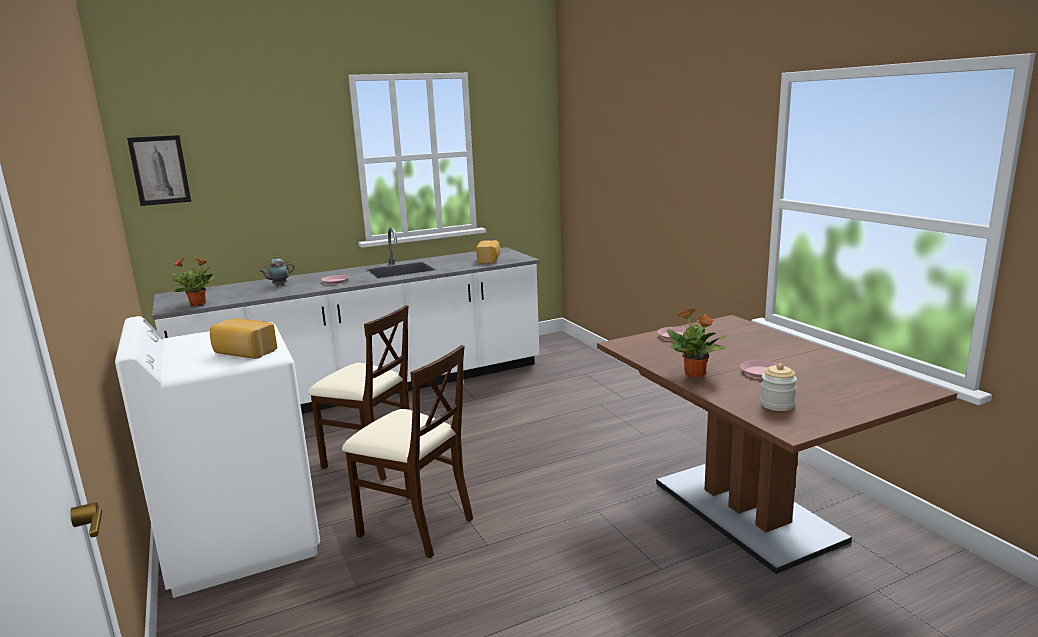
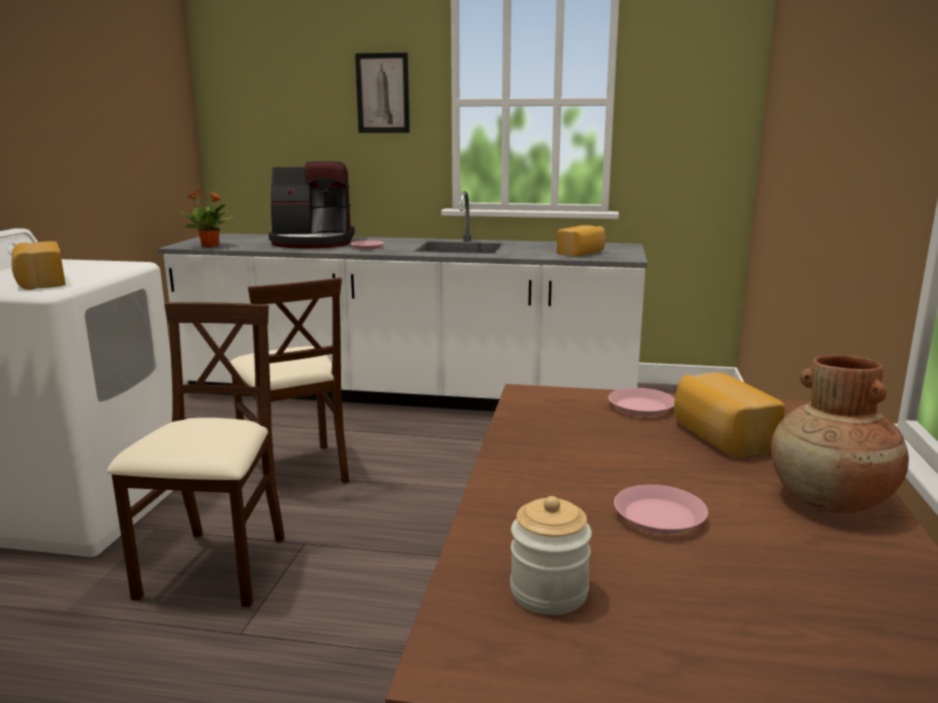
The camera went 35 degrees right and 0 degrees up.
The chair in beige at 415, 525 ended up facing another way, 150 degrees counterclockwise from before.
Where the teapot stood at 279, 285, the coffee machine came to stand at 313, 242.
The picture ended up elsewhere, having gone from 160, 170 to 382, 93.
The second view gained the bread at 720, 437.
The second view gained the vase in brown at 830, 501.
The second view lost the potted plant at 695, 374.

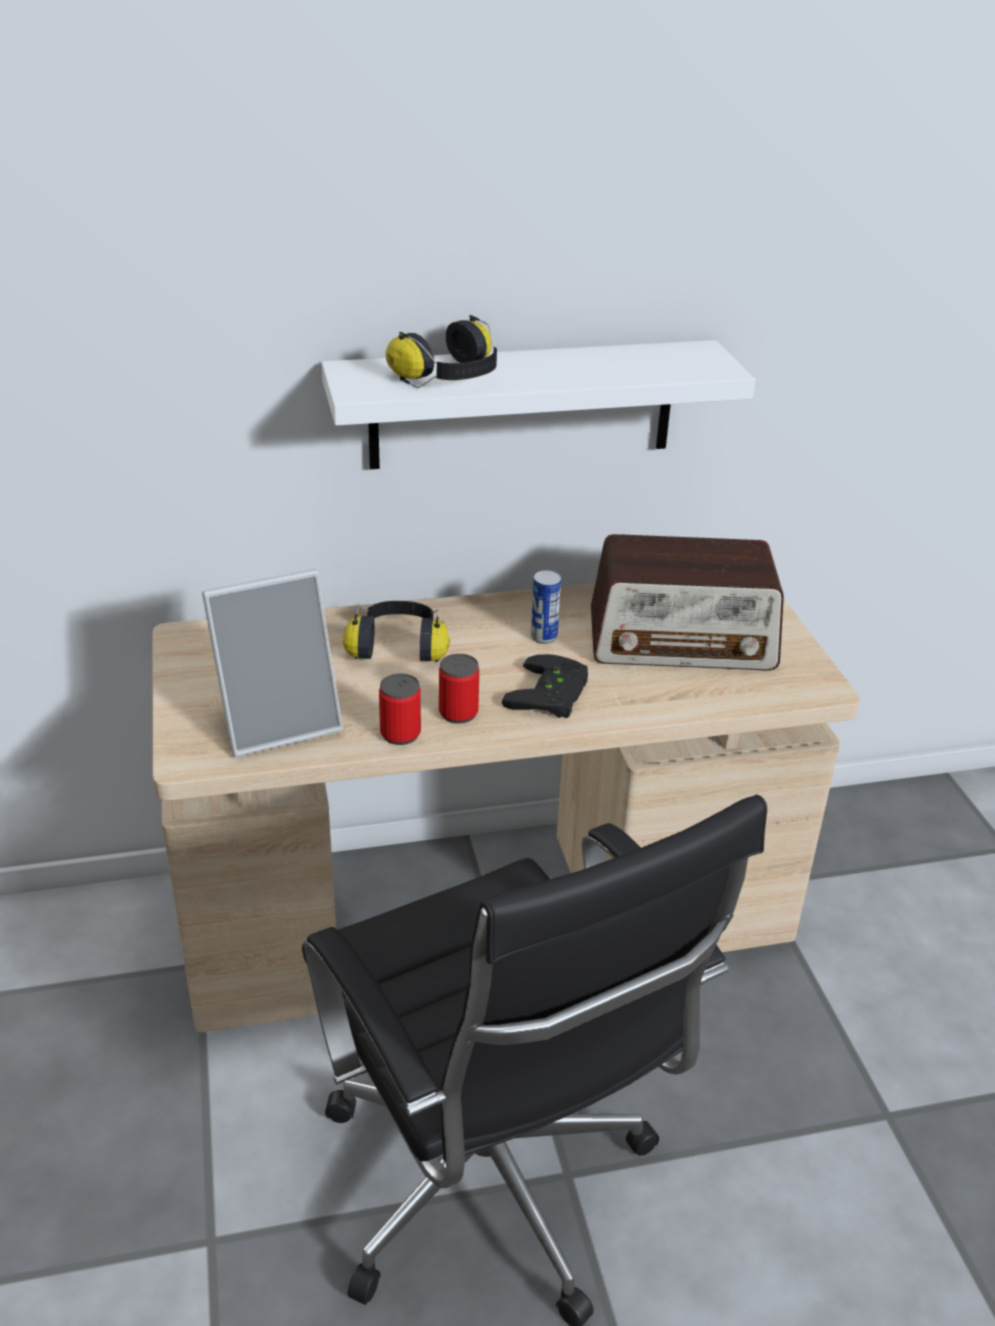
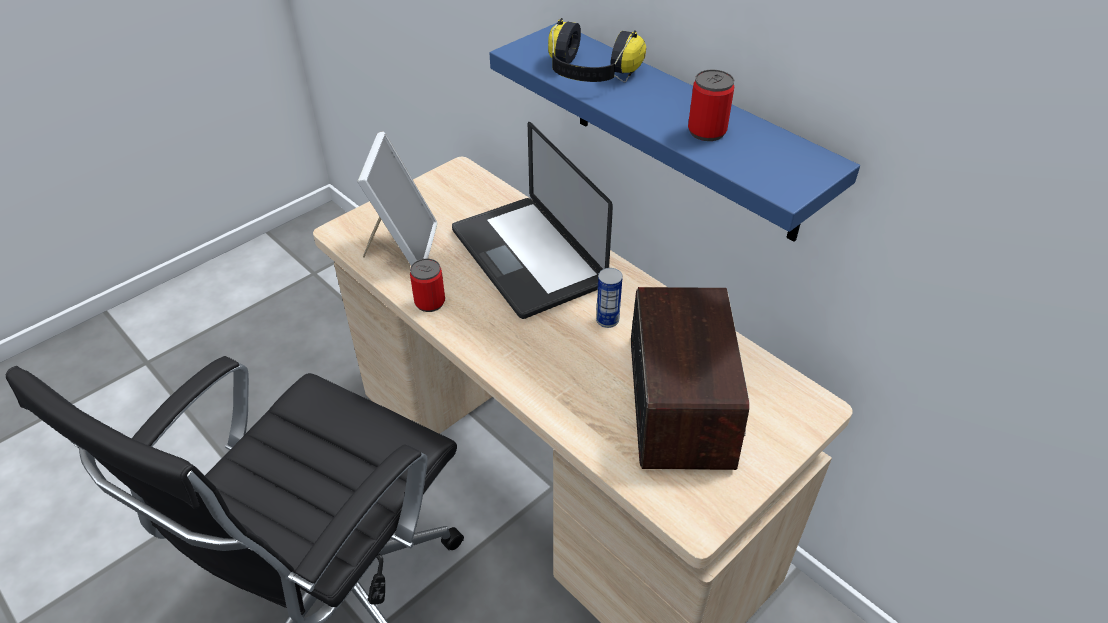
The camera went 60 degrees right and 10 degrees up.
The picture frame at 279, 722 ended up facing another way, 120 degrees counterclockwise from before.
Where the headphones stood at 398, 647, the laptop came to stand at 527, 258.
What was the shelf in white at 522, 404 turned into the shelf in blue at 685, 132.
The radio at 682, 641 ended up facing another way, 150 degrees counterclockwise from before.
The can ended up elsewhere, having gone from 458, 713 to 707, 131.
The second view lost the game controller in black at 553, 695.

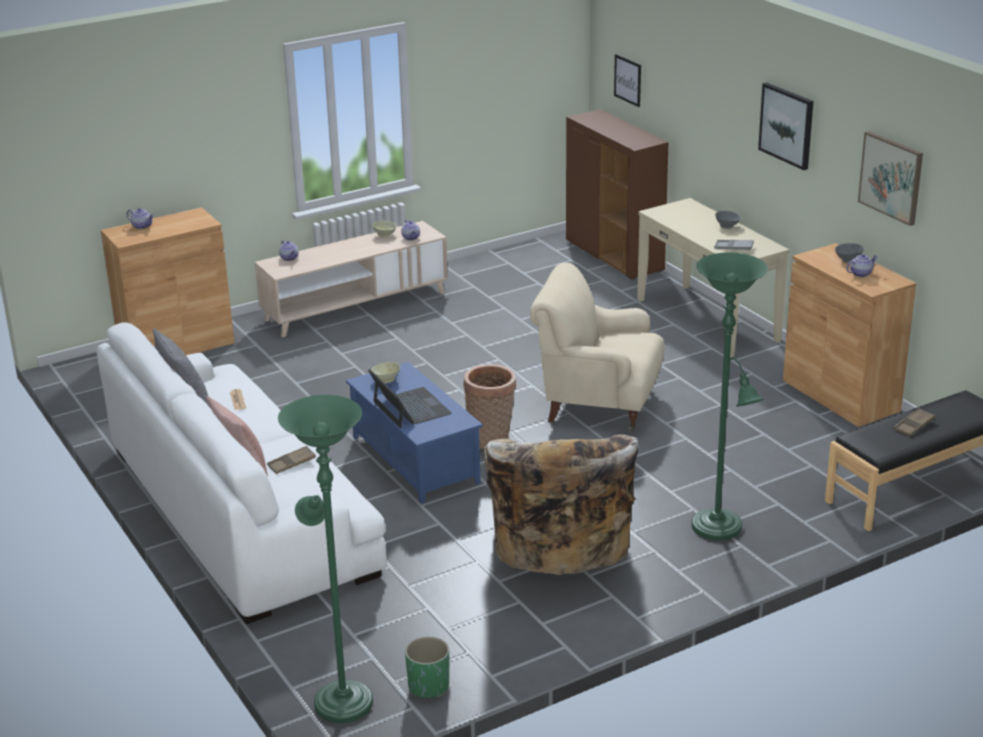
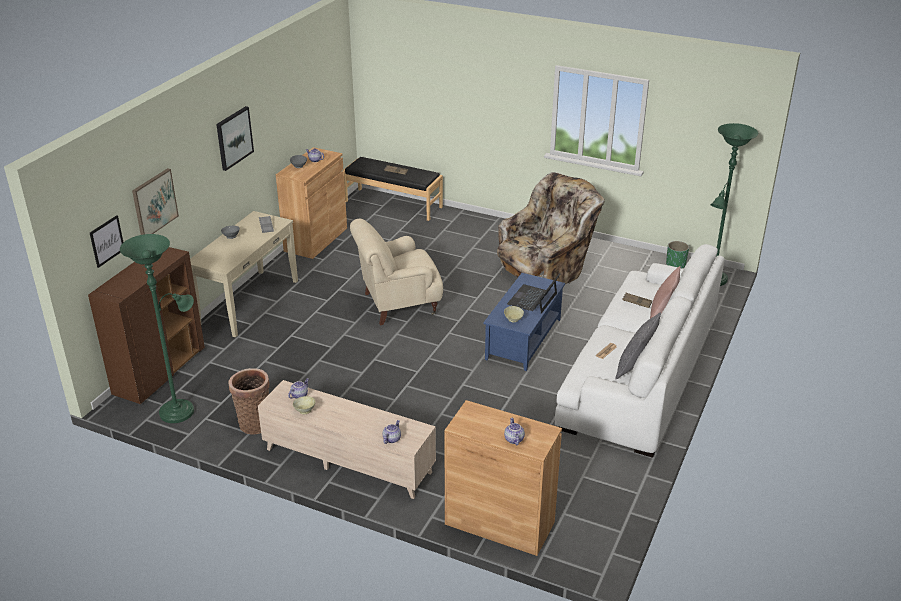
The camera went 125 degrees left and 5 degrees up.
The floor lamp in green ended up elsewhere, having gone from 720, 530 to 180, 409.
The picture ended up elsewhere, having gone from 891, 177 to 154, 203.
The basket ended up elsewhere, having gone from 491, 439 to 254, 423.
The armchair in beige at 598, 404 ended up facing another way, 90 degrees clockwise from before.

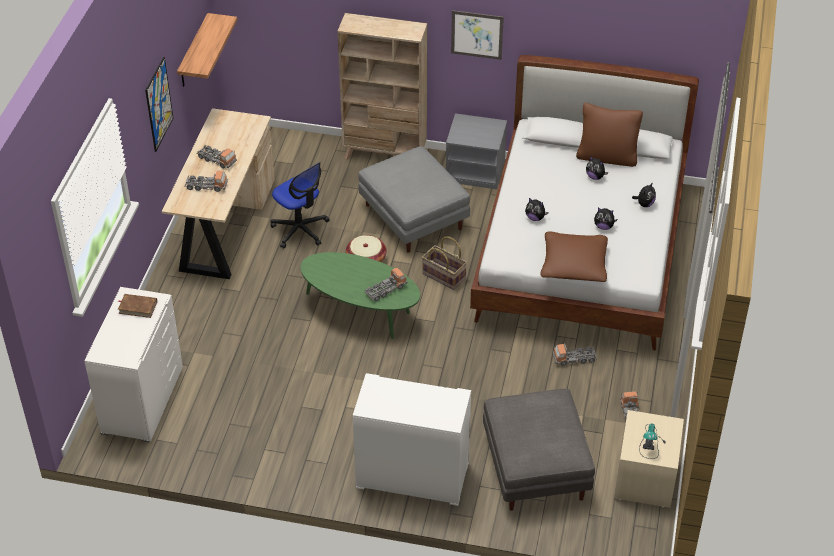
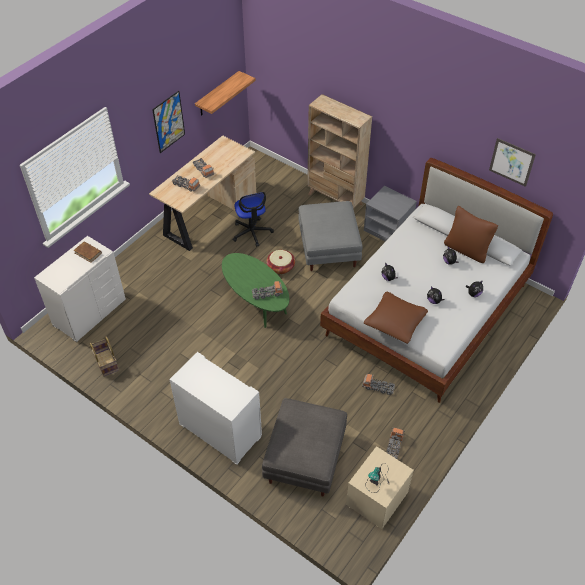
The camera went 25 degrees right and 5 degrees up.
The basket ended up elsewhere, having gone from 443, 276 to 105, 363.
The picture ended up elsewhere, having gone from 477, 34 to 511, 162.

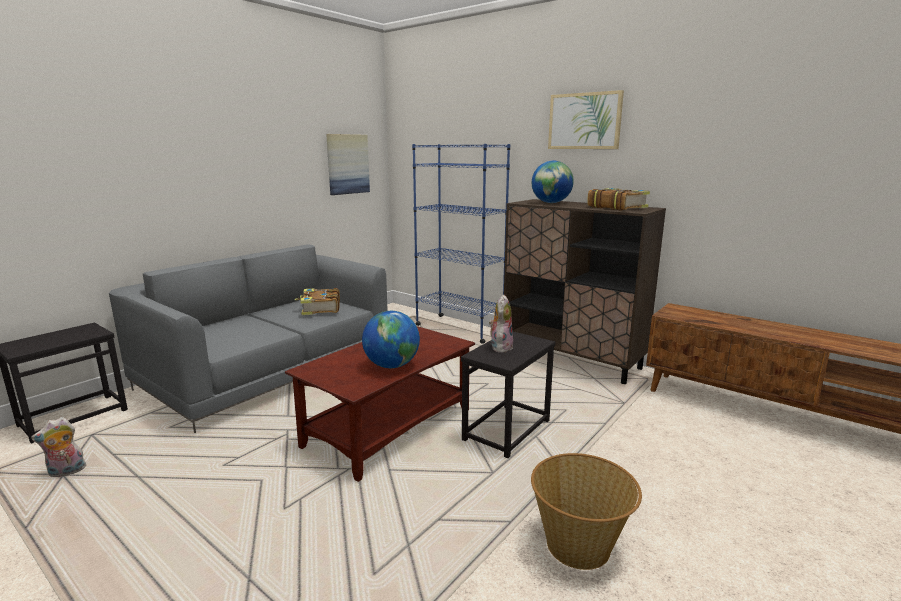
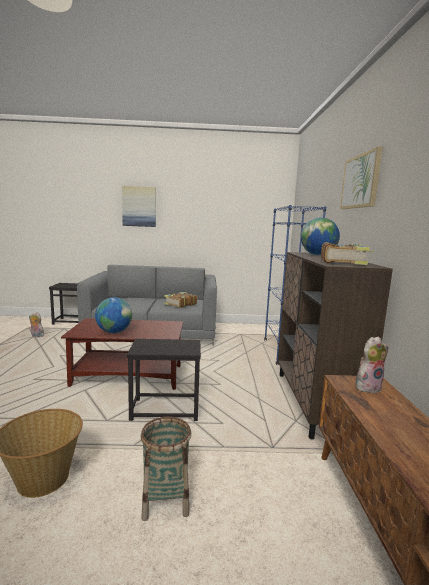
The camera went 50 degrees right and 5 degrees down.
The picture ended up elsewhere, having gone from 347, 164 to 139, 206.
The second view gained the basket at 165, 500.
The plush toy ended up elsewhere, having gone from 500, 347 to 368, 387.

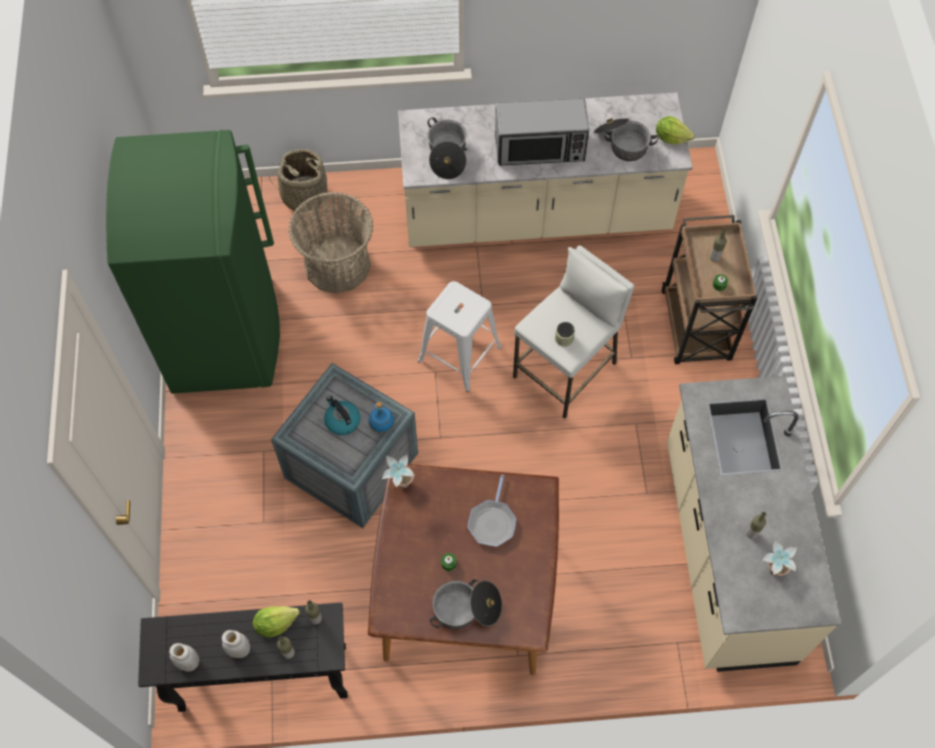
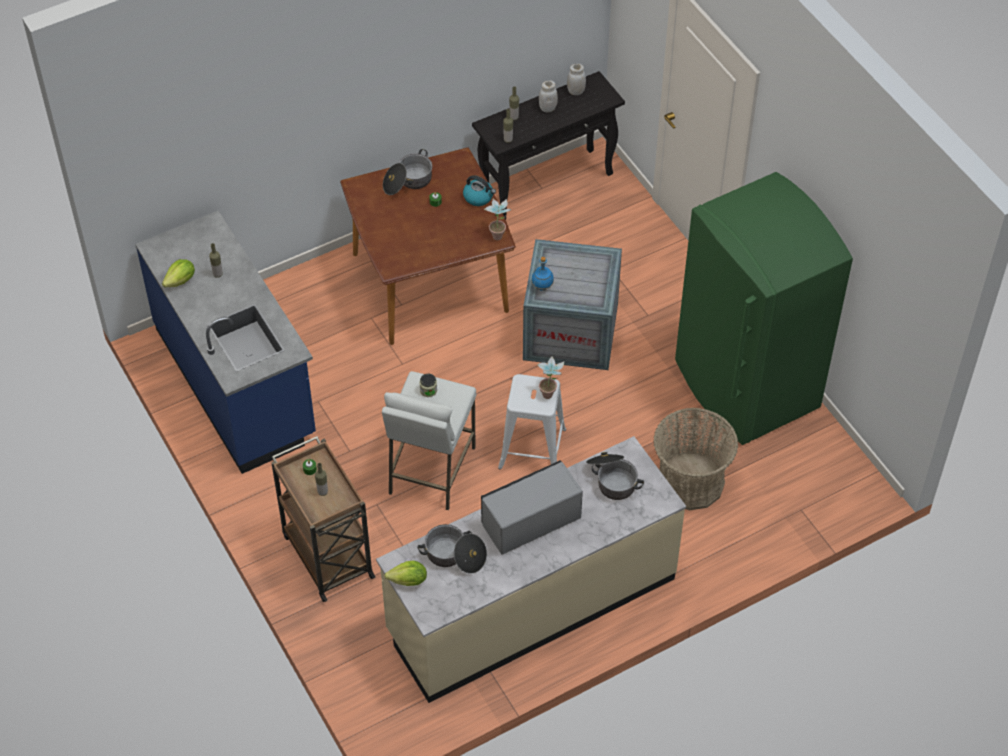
The camera went 155 degrees right and 10 degrees down.
What was the counter in beige at 725, 552 turned into the counter in blue at 236, 382.
The lettuce ended up elsewhere, having gone from 275, 623 to 181, 281.
The kettle ended up elsewhere, having gone from 342, 421 to 479, 197.
The potted plant ended up elsewhere, having gone from 771, 572 to 550, 392.
The second view lost the basket at 304, 195.
The second view lost the frying pan at 492, 522.

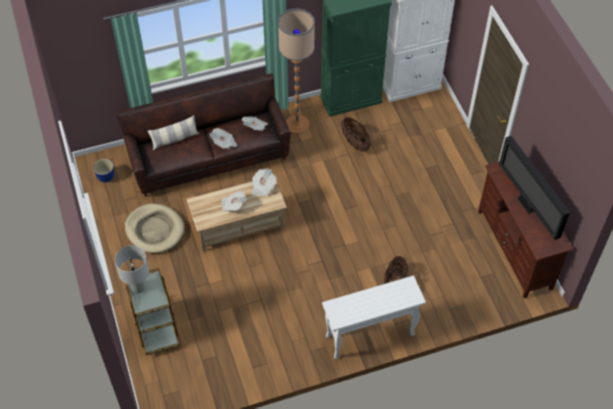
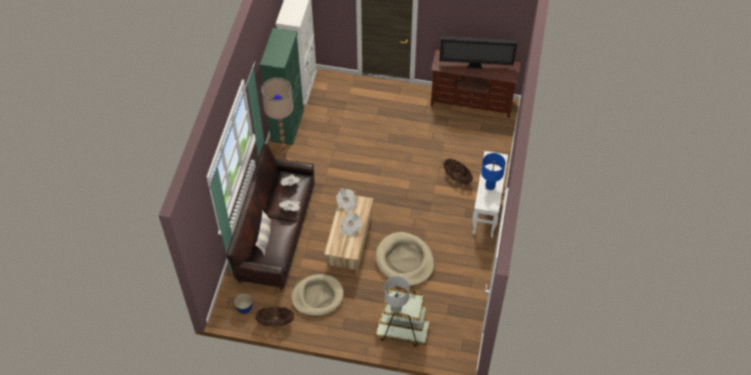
The camera went 60 degrees left and 0 degrees up.
The basket ended up elsewhere, having gone from 355, 142 to 275, 322.
The second view gained the dog bed in beige at 405, 261.
The second view gained the table lamp in blue at 490, 186.

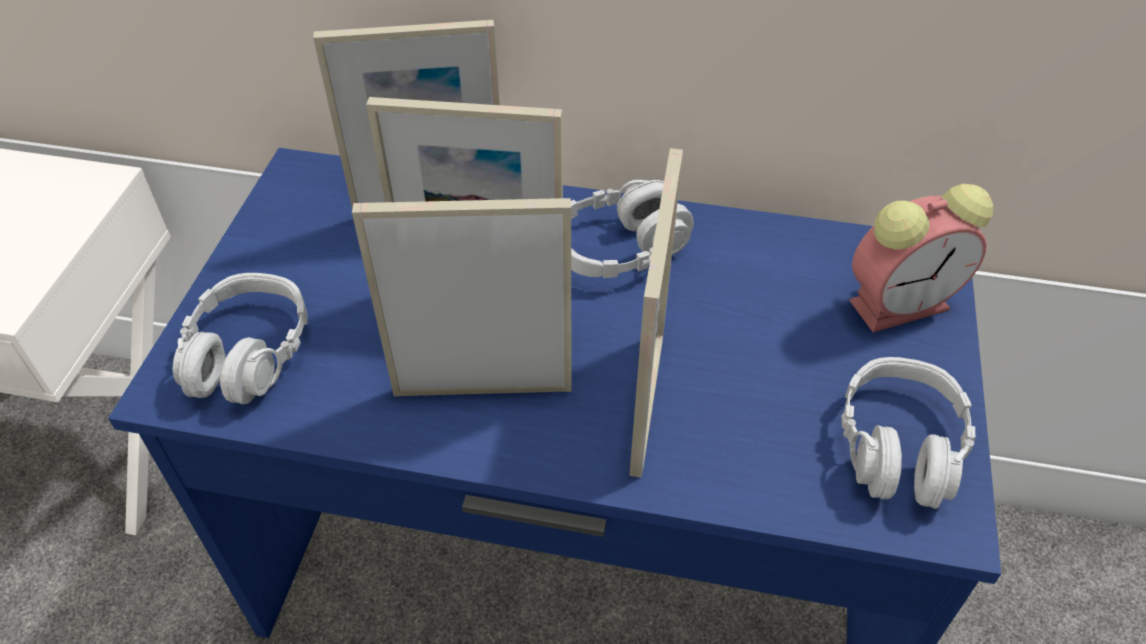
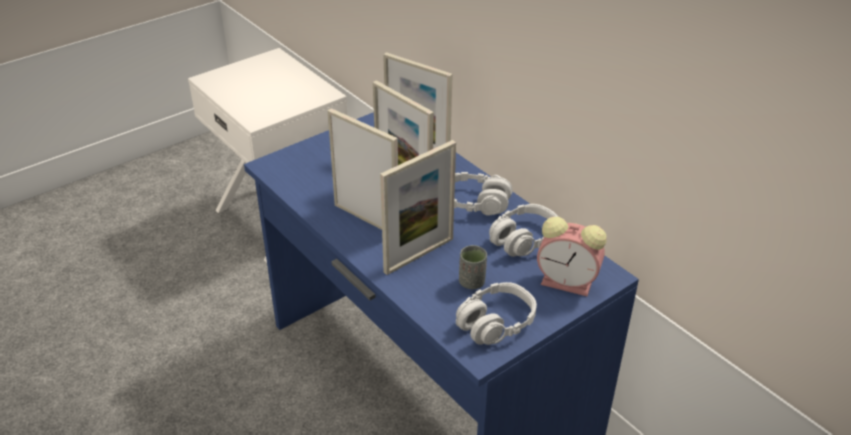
The camera went 40 degrees right and 10 degrees down.
The second view gained the cup in grey at 472, 282.
The headphones in grey ended up elsewhere, having gone from 248, 354 to 524, 239.

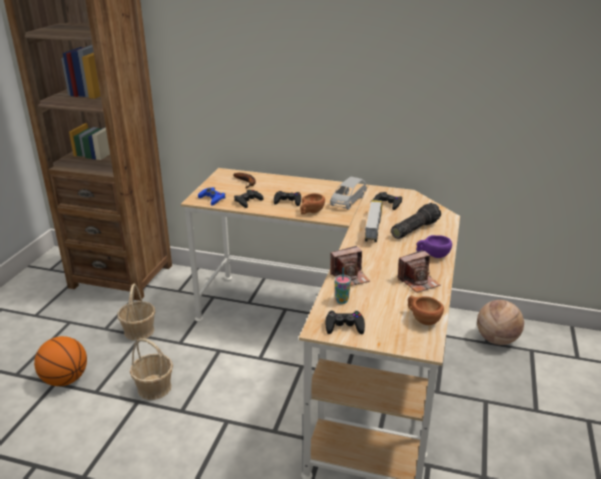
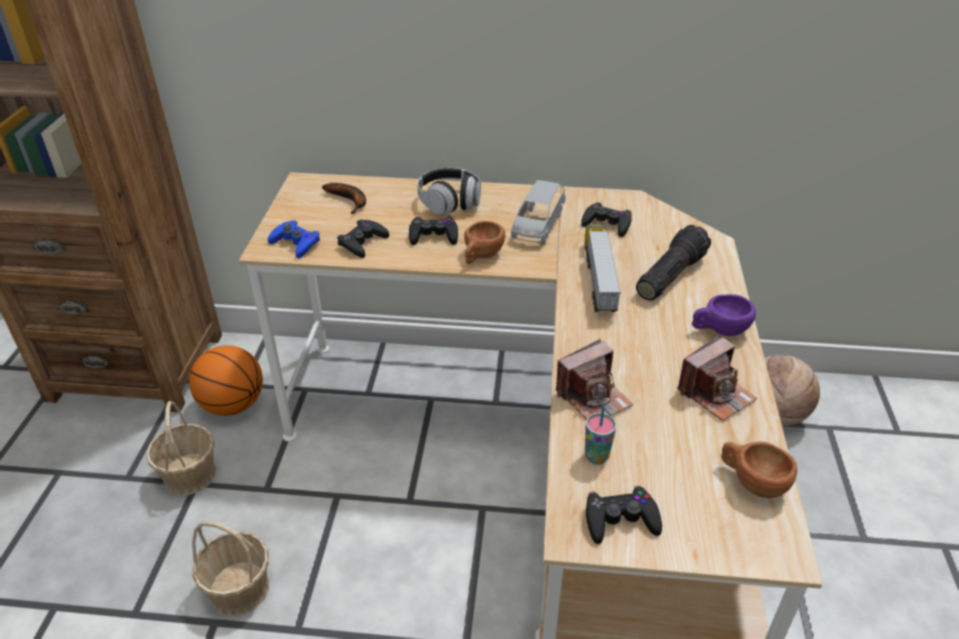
The camera went 10 degrees left and 10 degrees up.
The basketball ended up elsewhere, having gone from 65, 379 to 233, 405.
The second view gained the headphones at 449, 202.

